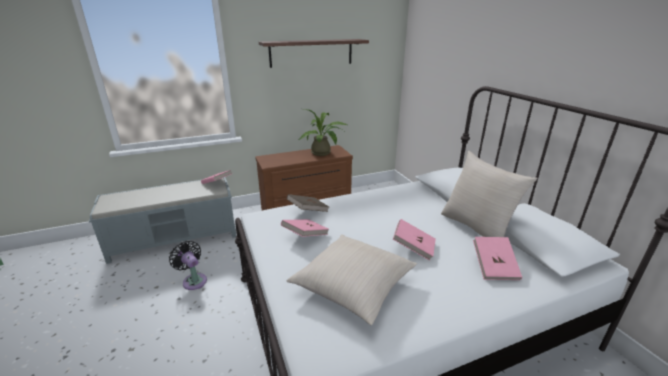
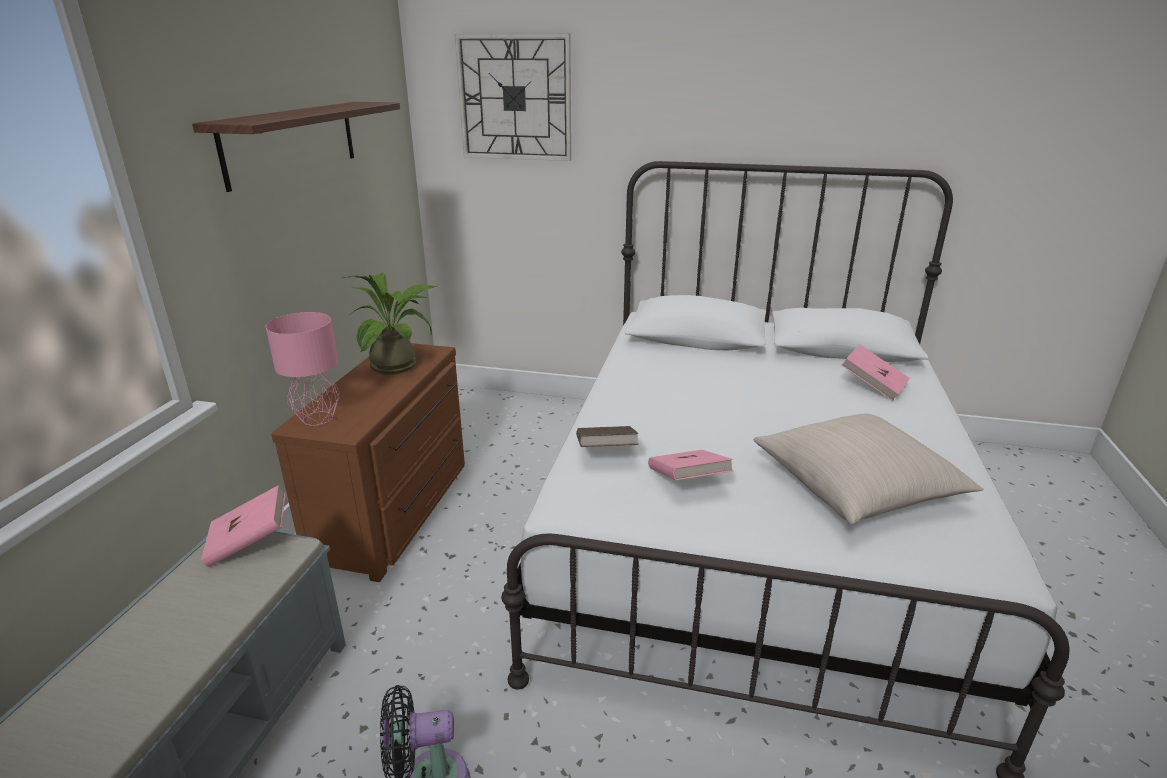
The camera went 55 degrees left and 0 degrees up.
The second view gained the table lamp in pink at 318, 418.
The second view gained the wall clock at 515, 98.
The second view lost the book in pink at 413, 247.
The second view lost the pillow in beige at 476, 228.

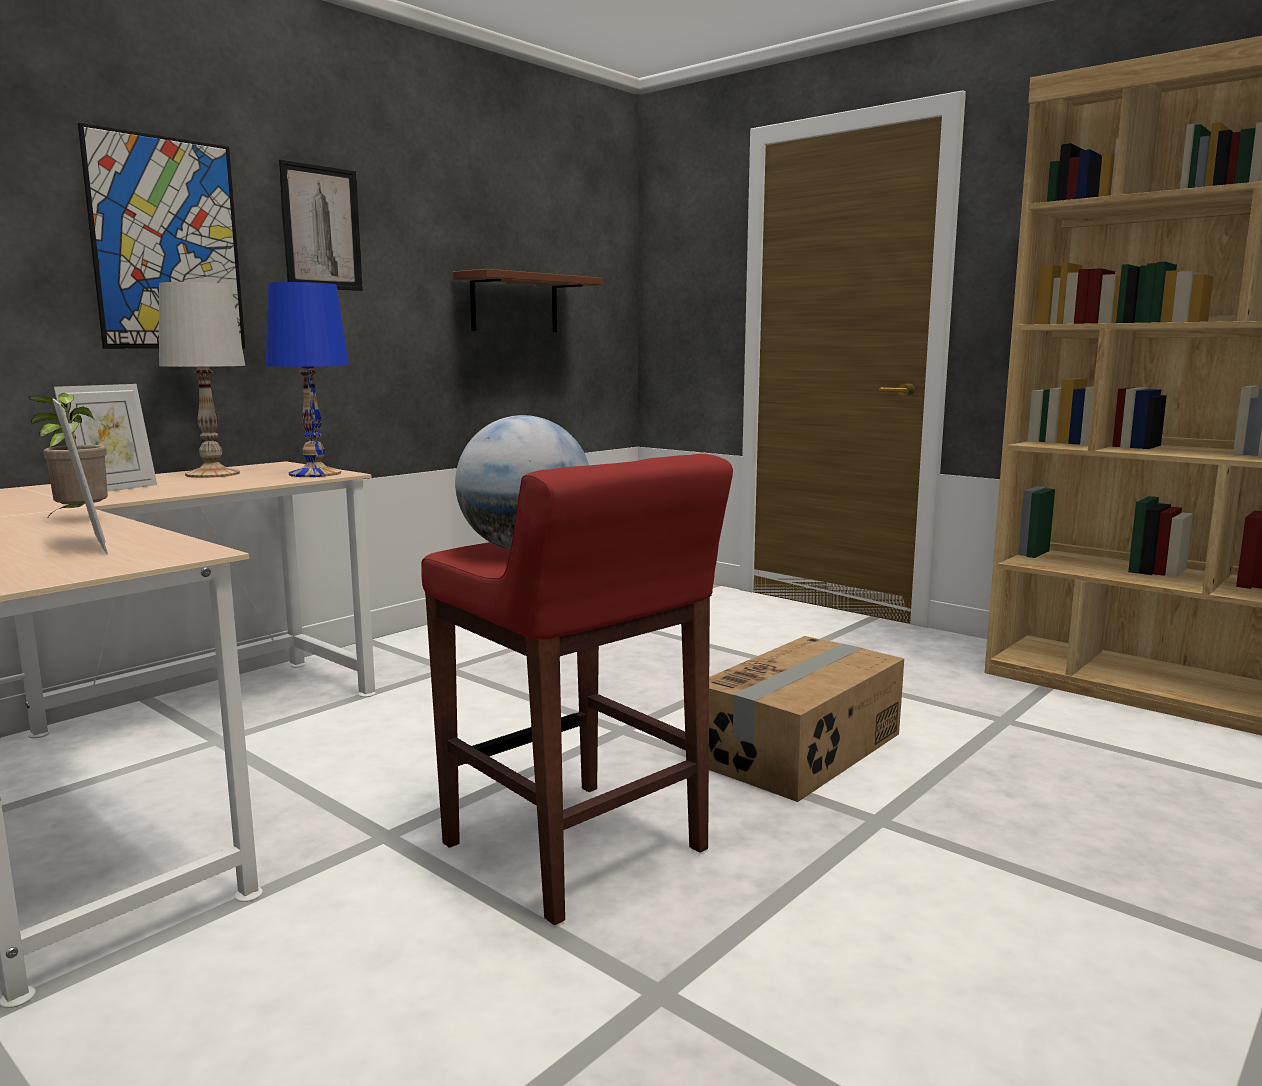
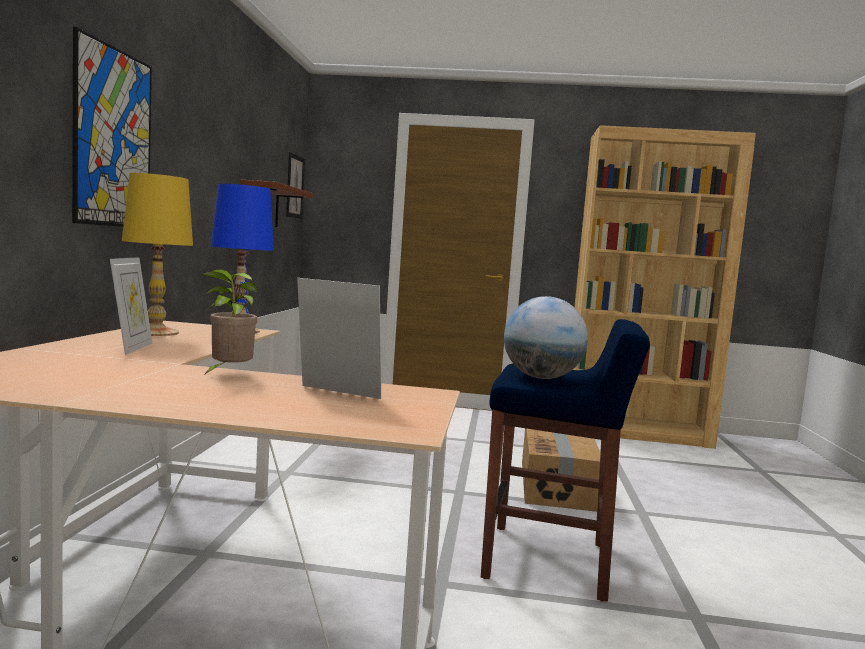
The camera went 35 degrees left and 5 degrees down.
What was the table lamp in white at 213, 474 turned into the table lamp in yellow at 156, 332.
The picture ended up elsewhere, having gone from 321, 228 to 294, 186.
What was the stool in red at 577, 850 turned into the stool in blue at 549, 561.

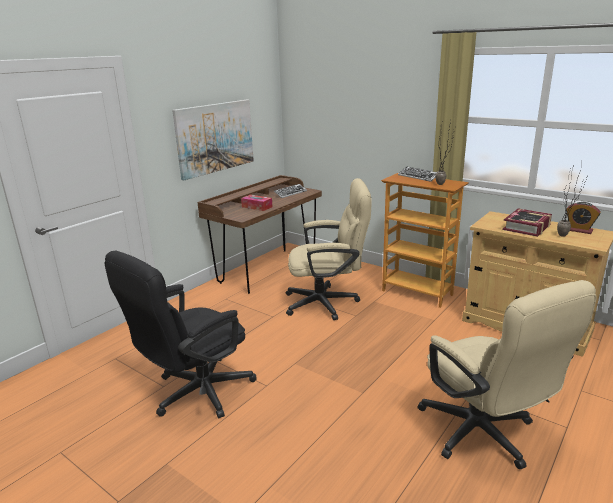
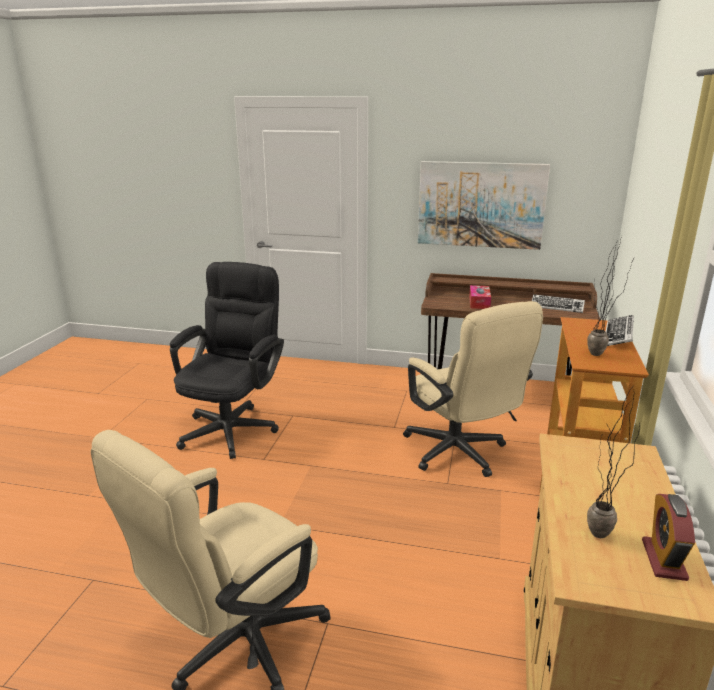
The camera went 65 degrees right and 0 degrees up.
The office chair in black at 194, 394 ended up facing another way, 90 degrees clockwise from before.
The second view lost the book at 527, 227.

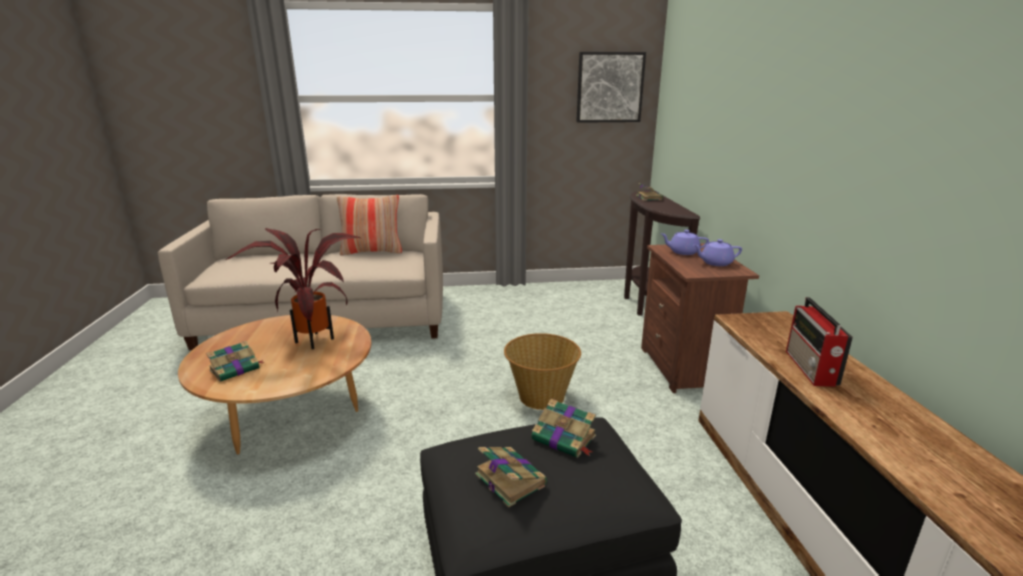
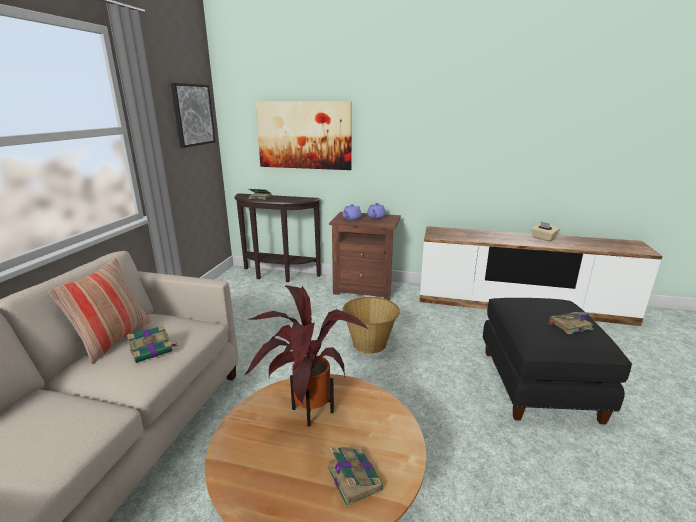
The camera went 70 degrees left and 0 degrees up.
The book ended up elsewhere, having gone from 565, 439 to 152, 350.
The second view gained the picture at 304, 135.
The second view gained the tissue box in beige at 543, 238.
The second view lost the radio at 811, 369.

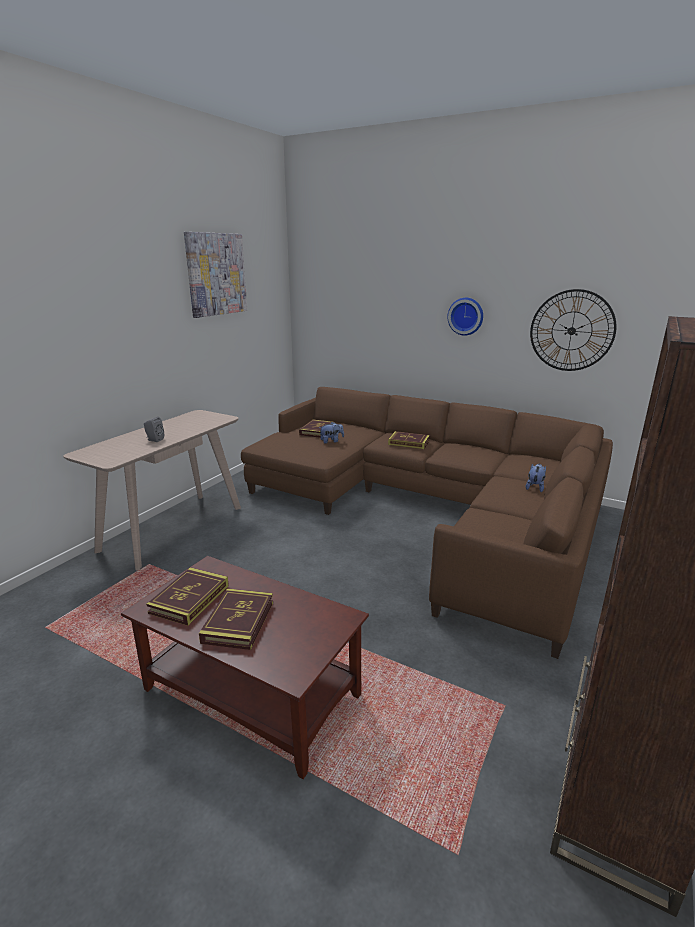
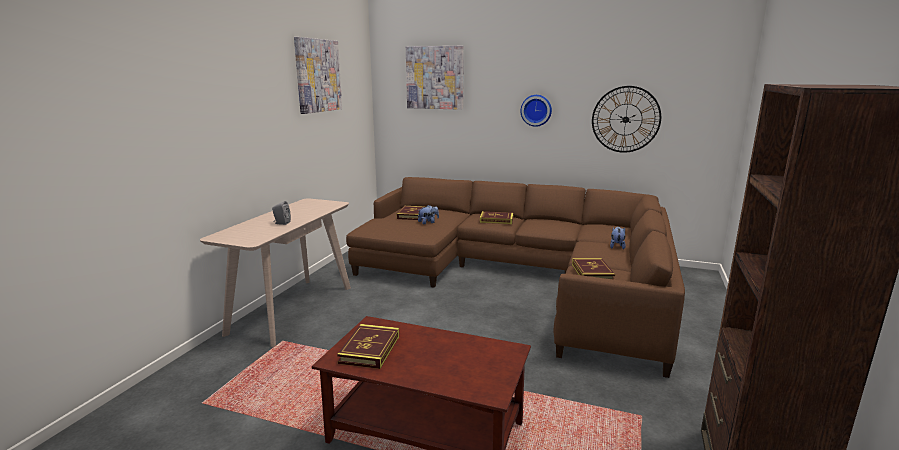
The camera went 10 degrees left and 5 degrees down.
The second view gained the picture at 435, 77.
The book ended up elsewhere, having gone from 238, 622 to 592, 272.

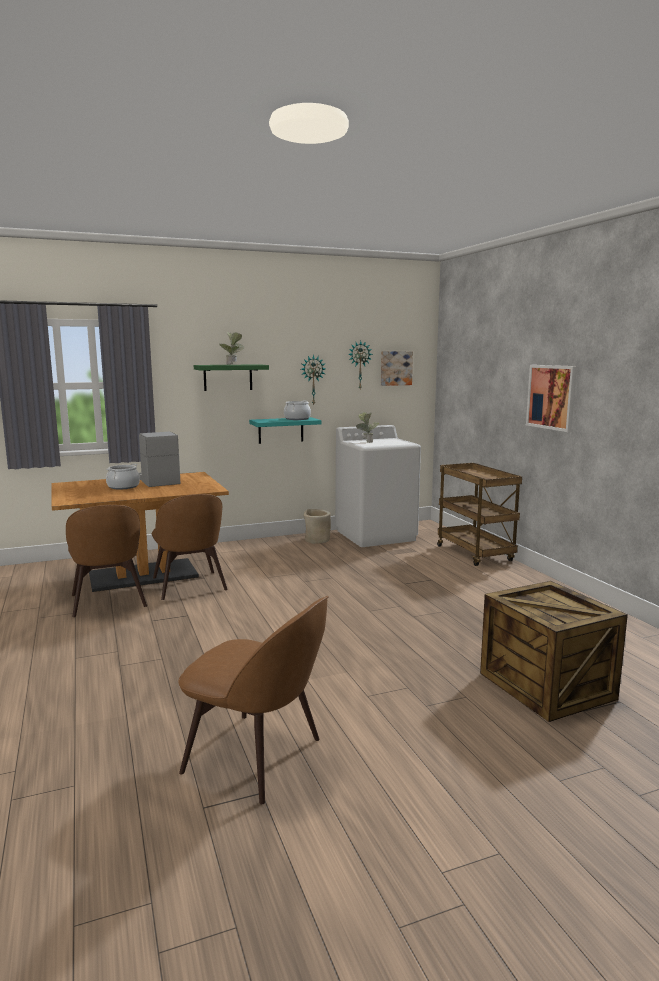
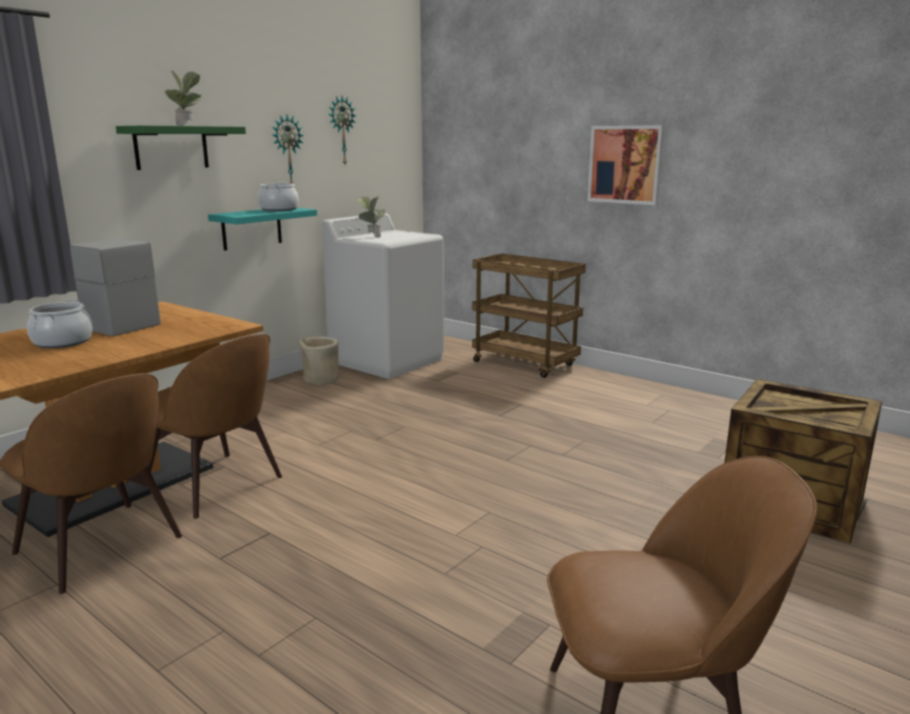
The camera went 30 degrees left and 5 degrees up.
The second view lost the picture at 395, 368.

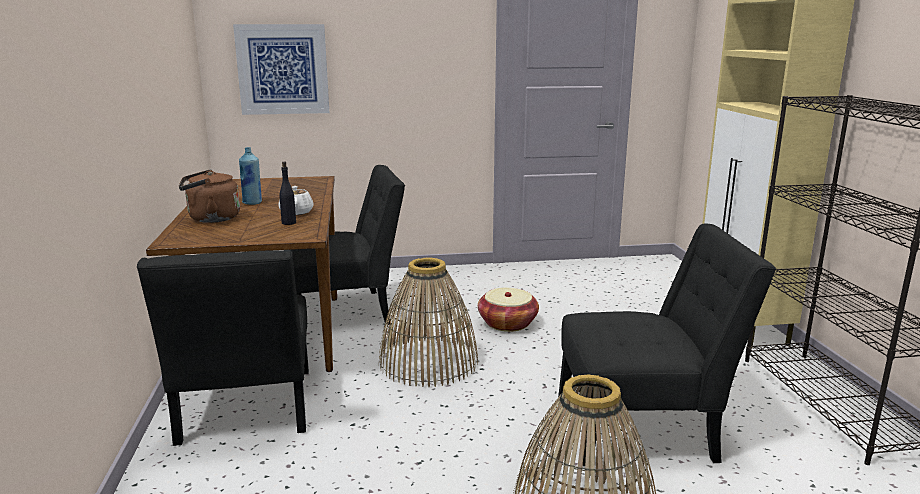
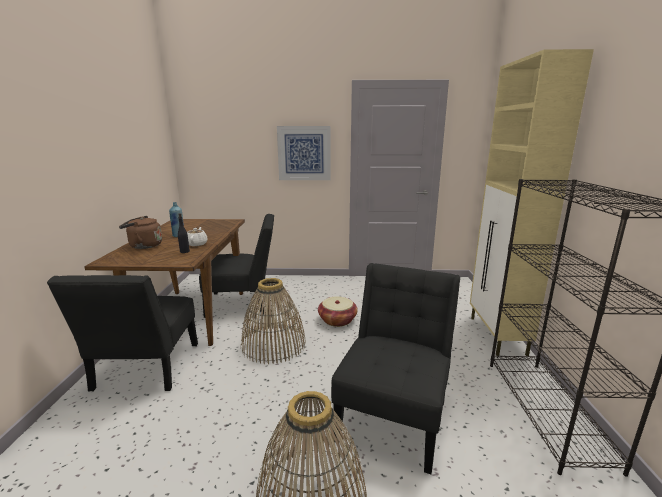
The camera went 10 degrees right and 0 degrees up.
The picture ended up elsewhere, having gone from 283, 69 to 304, 153.
The chair in black at 644, 428 ended up facing another way, 75 degrees counterclockwise from before.

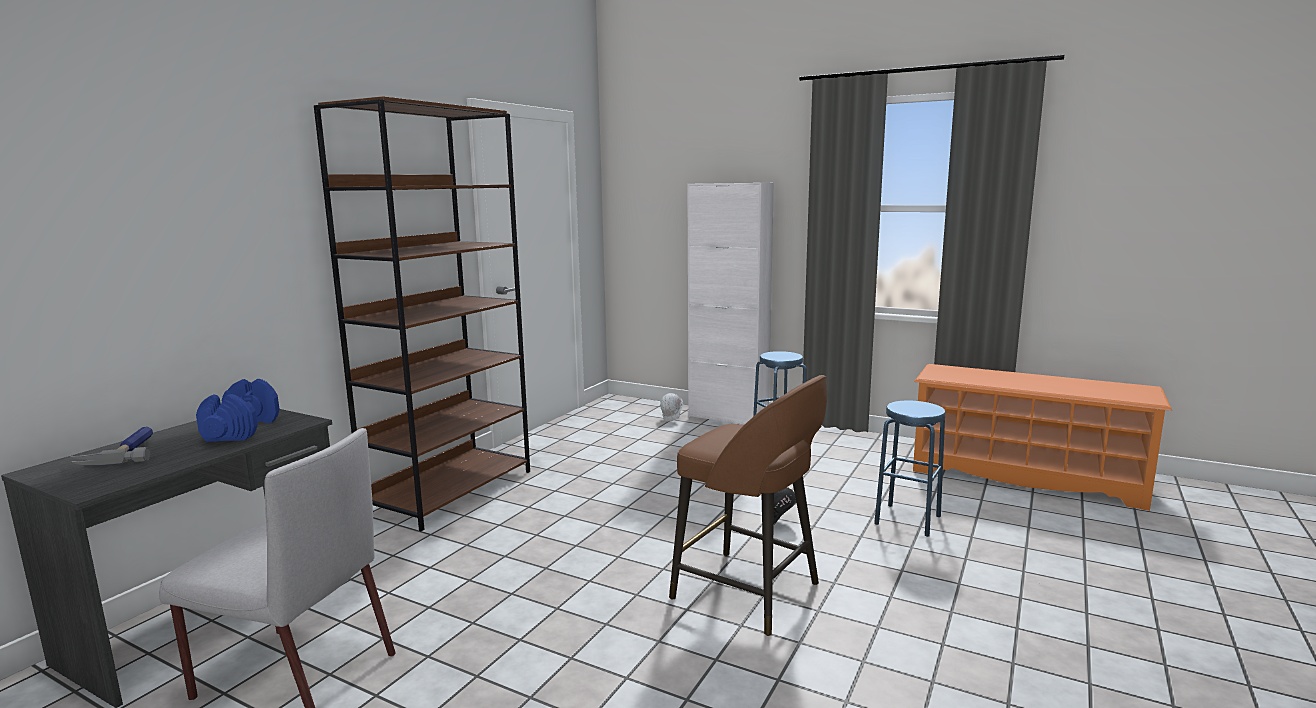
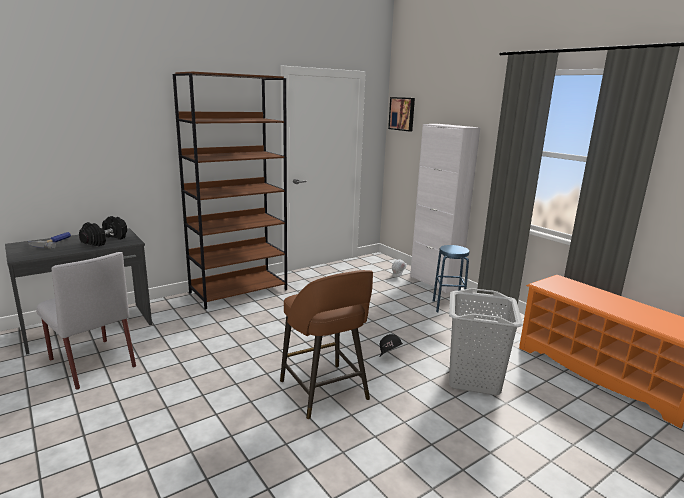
The camera went 25 degrees right and 5 degrees up.
What was the dumbbell in blue at 241, 429 turned into the dumbbell in black at 105, 240.
The second view gained the picture at 402, 114.
Where the stool in blue stood at 907, 520, the laundry basket in grey came to stand at 474, 379.

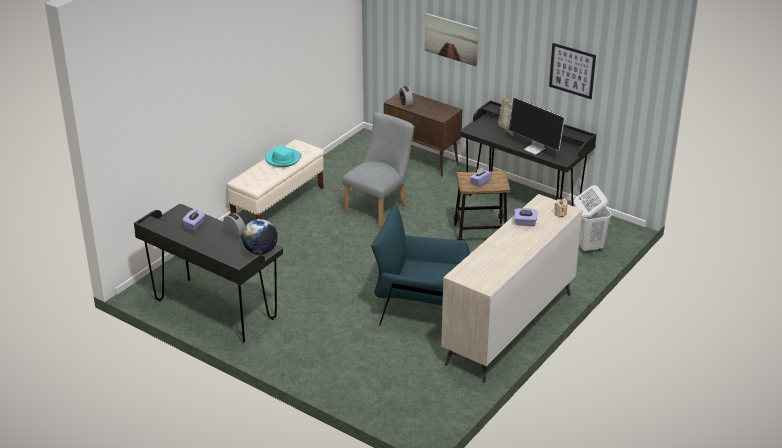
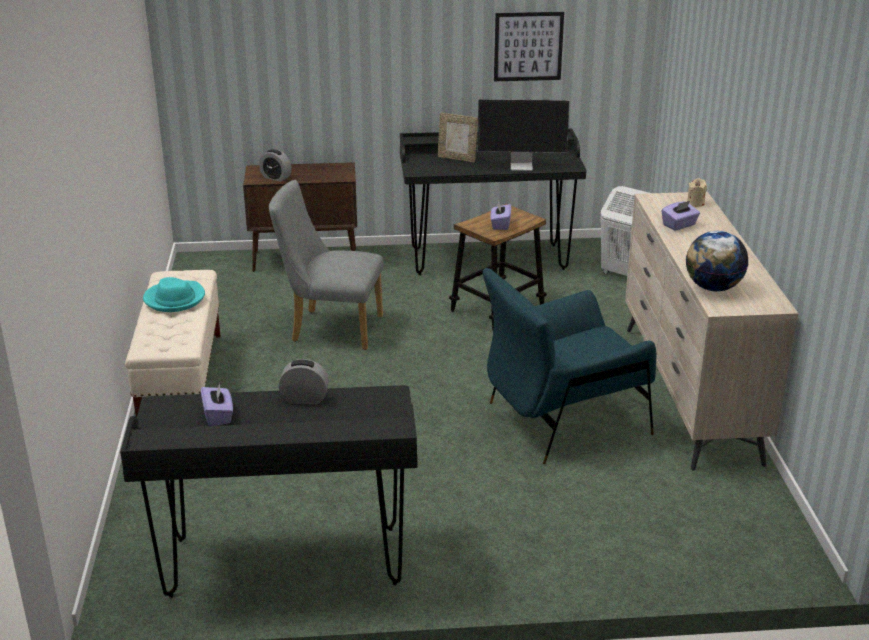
The camera went 40 degrees left and 5 degrees down.
The chair in grey at 379, 207 ended up facing another way, 75 degrees counterclockwise from before.
The globe ended up elsewhere, having gone from 260, 251 to 713, 288.
The second view lost the picture at 451, 39.

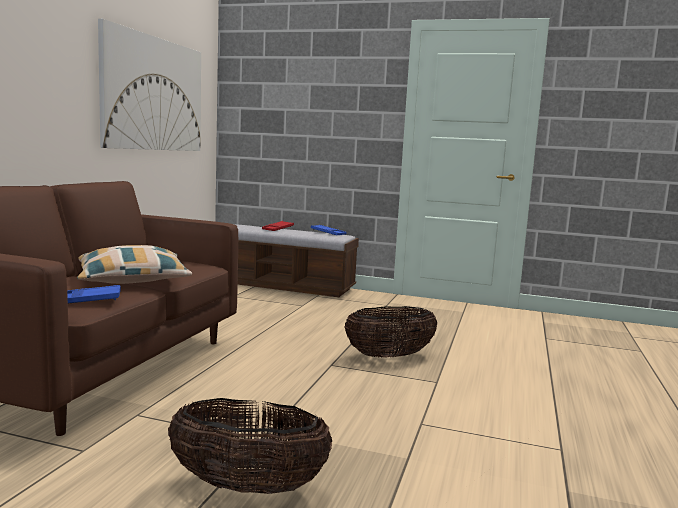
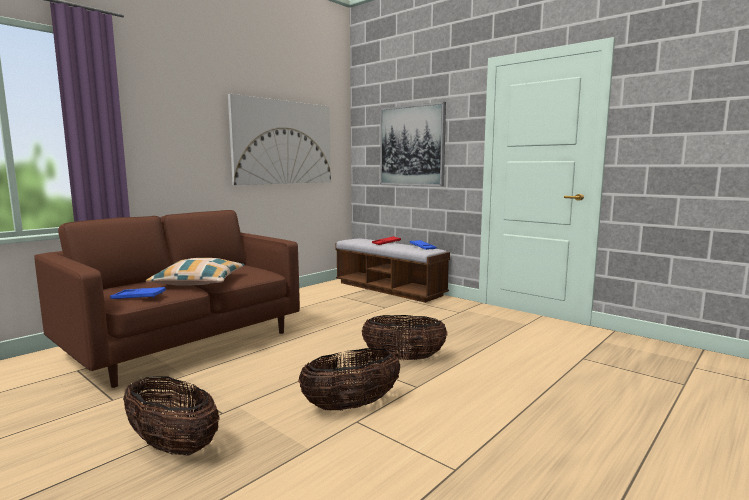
The camera went 25 degrees right and 0 degrees up.
The second view gained the basket at 351, 405.
The second view gained the picture at 412, 145.

